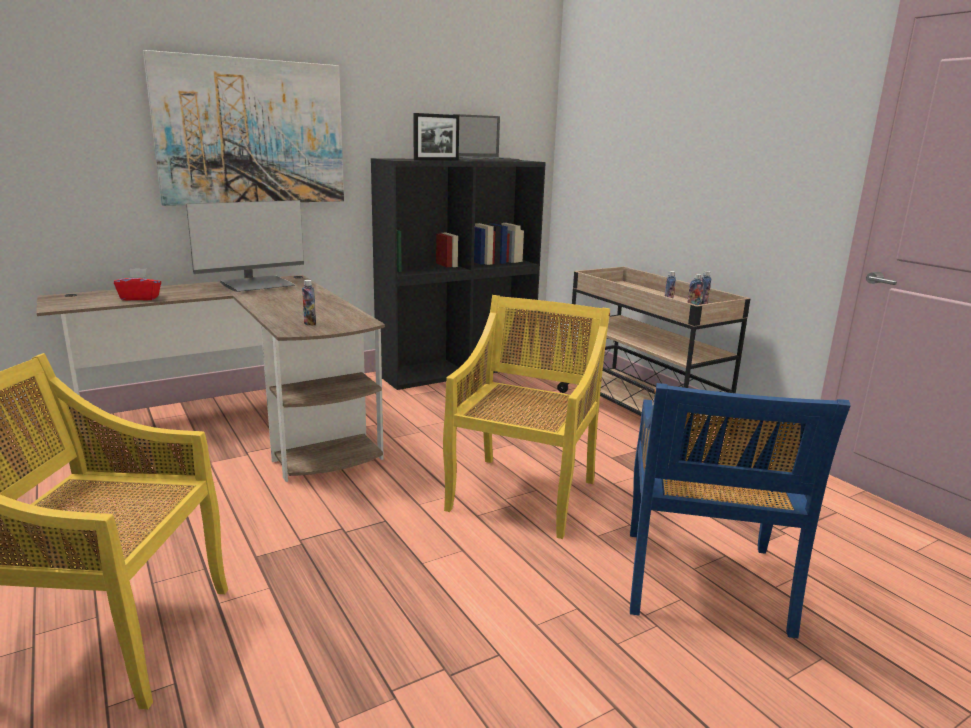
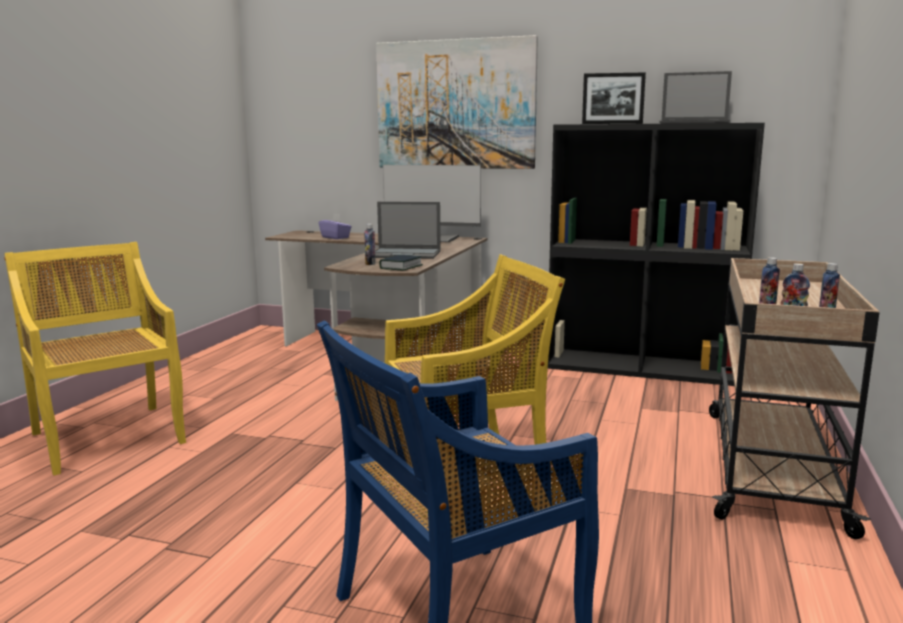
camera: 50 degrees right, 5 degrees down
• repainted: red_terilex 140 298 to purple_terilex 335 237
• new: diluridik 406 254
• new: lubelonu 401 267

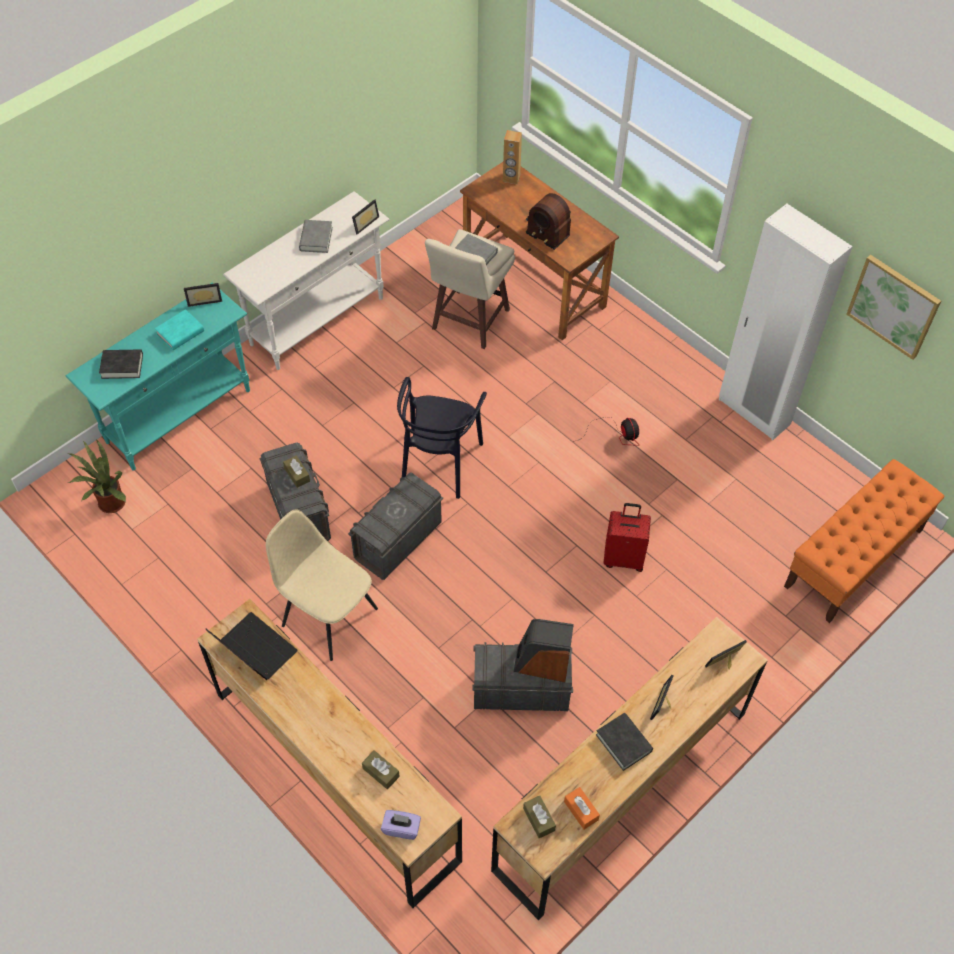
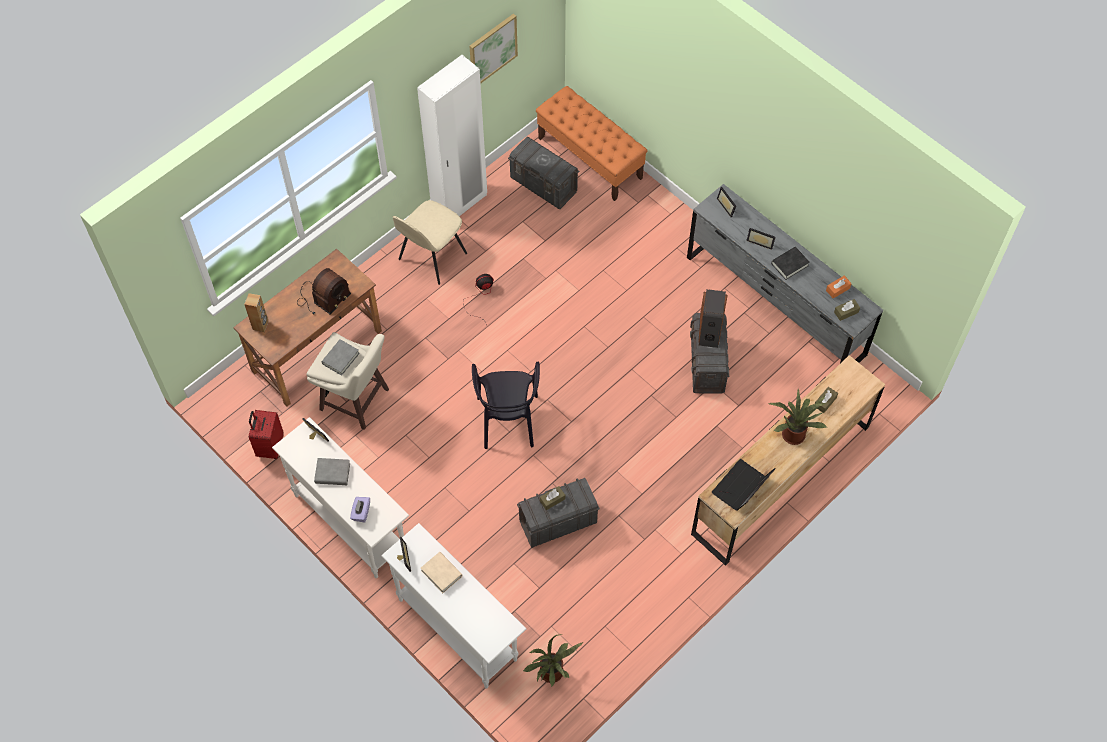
camera: 90 degrees left, 5 degrees up
• repainted: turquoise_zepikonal 179 416 to white_zepikonal 457 628
• gone: black_lubelonu 122 366
• repainted: turquoise_lubelonu 180 333 to beige_lubelonu 441 573
• shifted: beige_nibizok 328 615 to 431 257
• shifted: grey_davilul 397 541 to 543 185
• shifted: purple_terilex 401 828 to 361 512
• rotated: black_nibizok 439 462 = 508 420 75 degrees clockwise
• repainted: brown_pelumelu 621 790 to grey_pelumelu 775 306
• shifted: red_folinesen 624 558 to 270 446
• new: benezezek 793 433

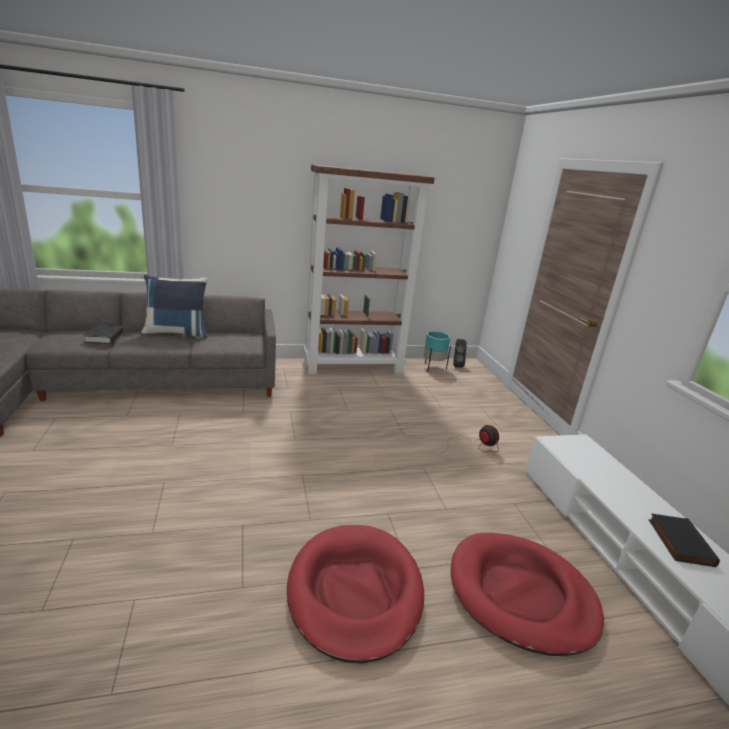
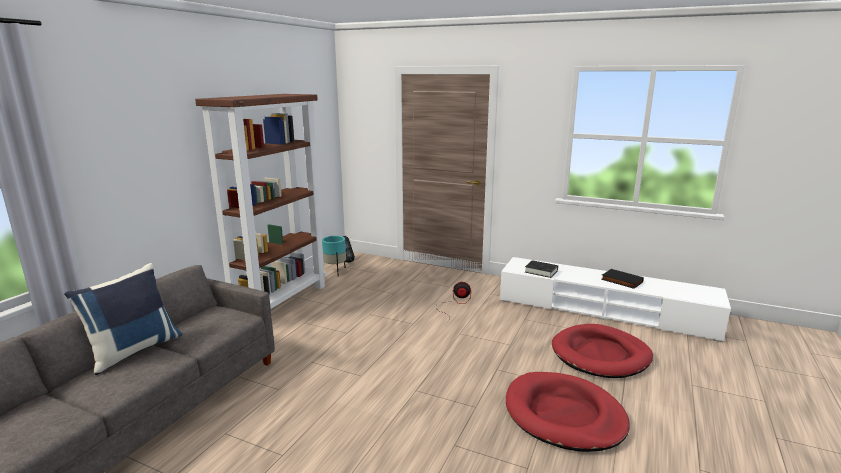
camera: 50 degrees left, 5 degrees down
• shifted: black_lubelonu 104 337 to 541 271

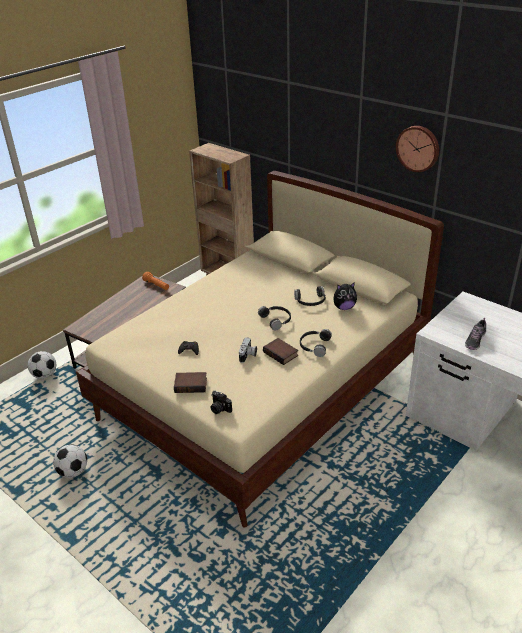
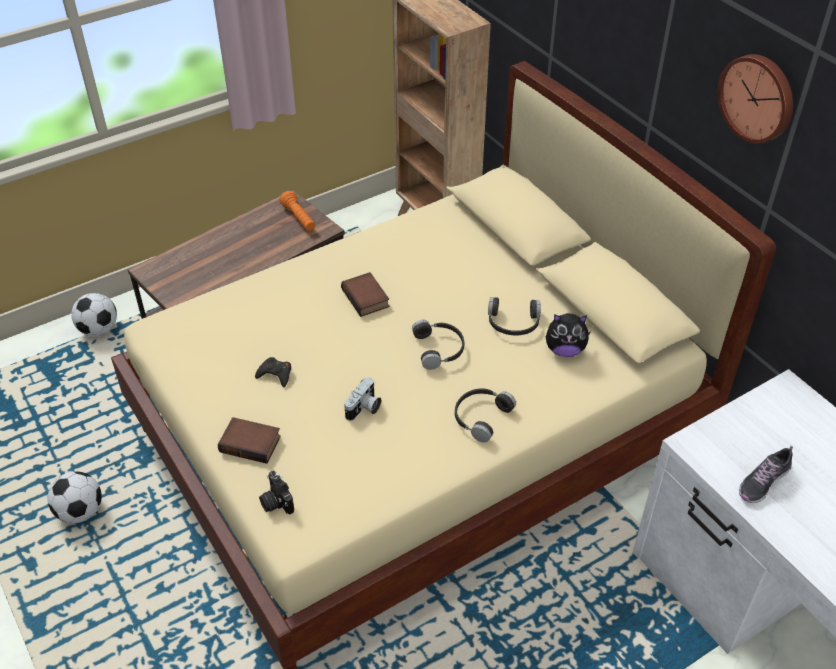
camera: 15 degrees right, 10 degrees up
• shifted: lubelonu 281 354 to 367 298

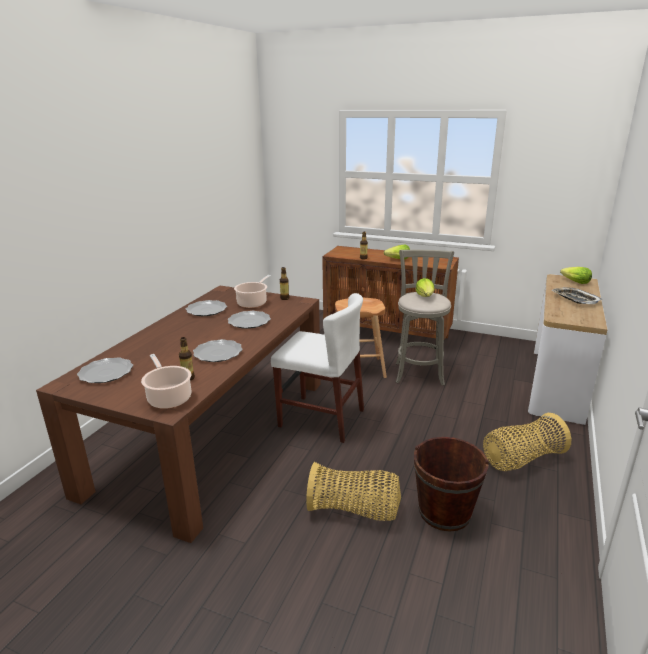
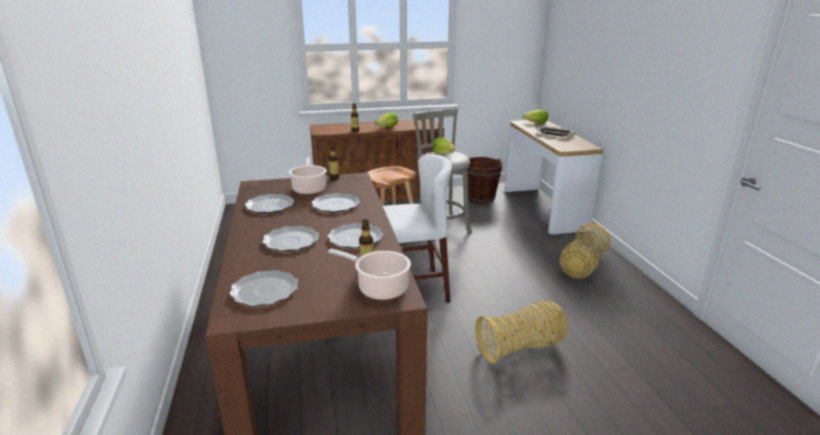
camera: 35 degrees left, 0 degrees up
• shifted: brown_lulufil 444 512 to 480 198
• new: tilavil 291 241

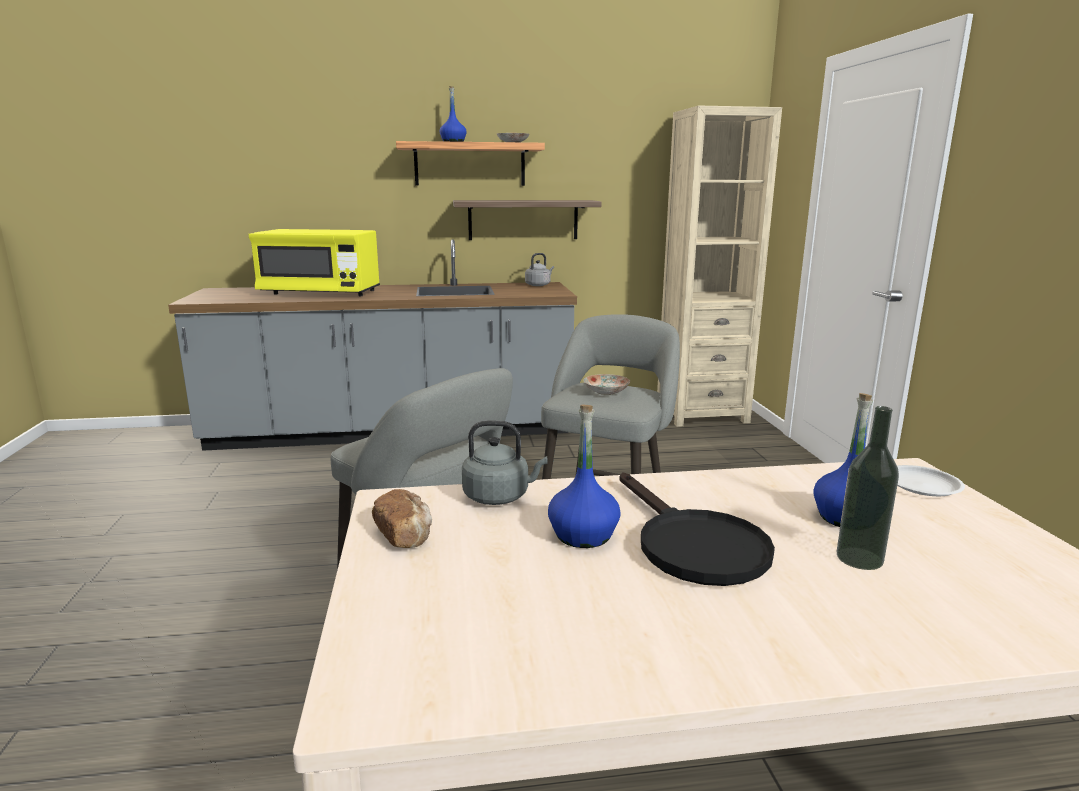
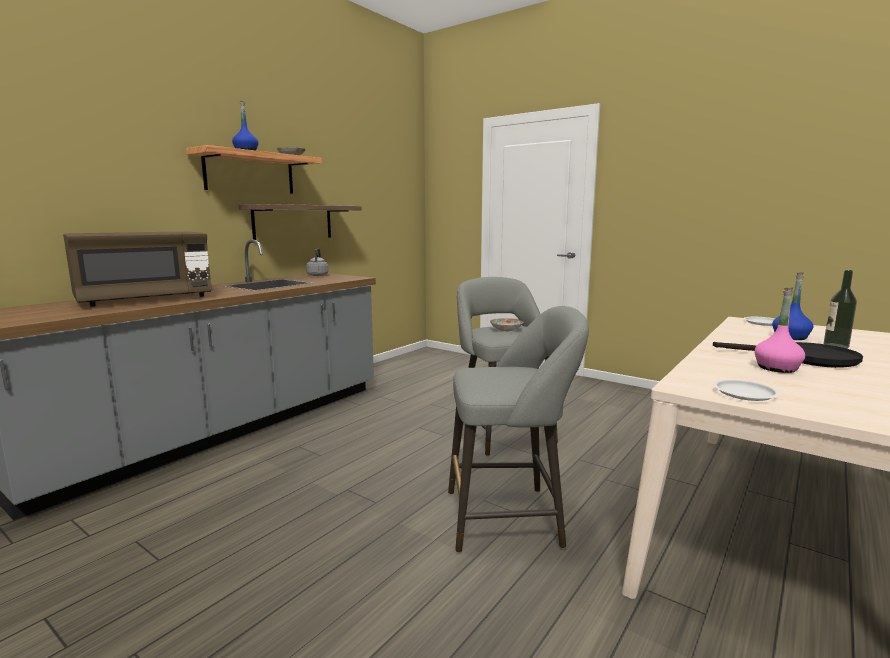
camera: 45 degrees left, 5 degrees down
• repainted: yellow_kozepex 320 293 to brown_kozepex 145 299
• swapped: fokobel 405 534 to white_tilavil 745 393
• gone: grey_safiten 499 497
• repainted: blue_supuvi 583 535 to pink_supuvi 776 368
• gone: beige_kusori 701 414

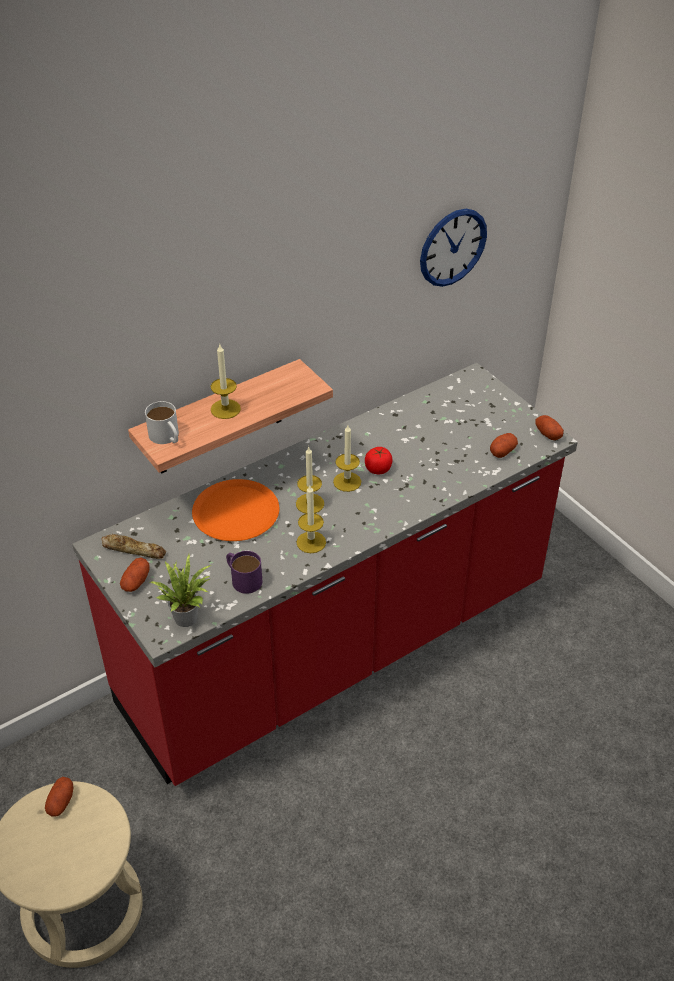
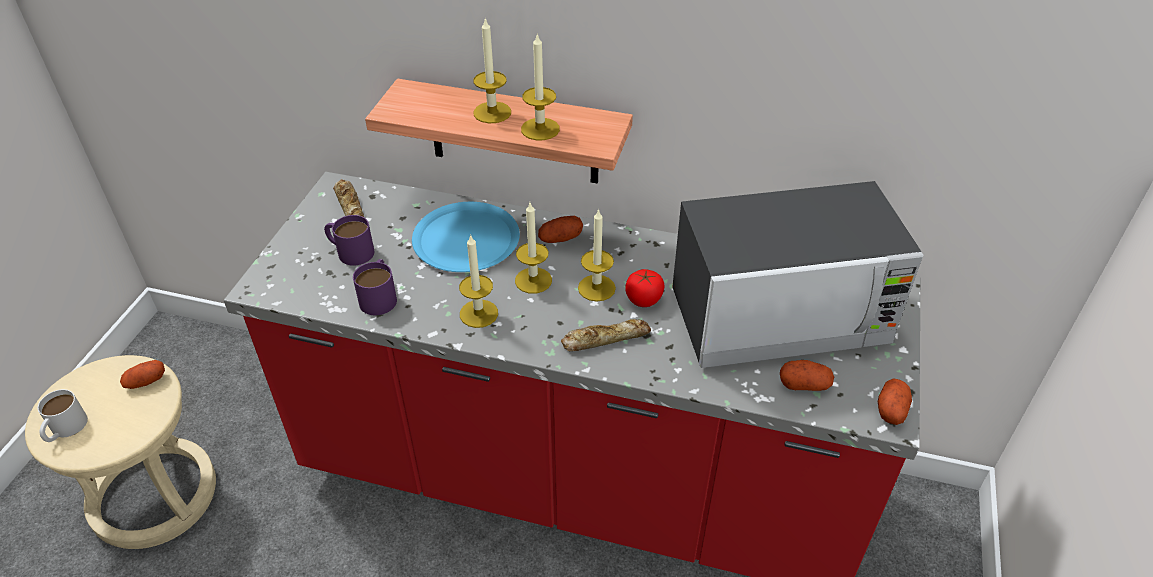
camera: 50 degrees right, 0 degrees up
• shifted: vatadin 136 582 to 560 238
• shifted: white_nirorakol 166 437 to 65 429
• gone: benezezek 187 616
• repainted: orange_tilavil 235 512 to blue_tilavil 466 239
• gone: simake 452 247
• new: purple_nirorakol 350 251
• new: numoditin 540 129
• new: fokobel 605 338
• new: kozepex 780 317

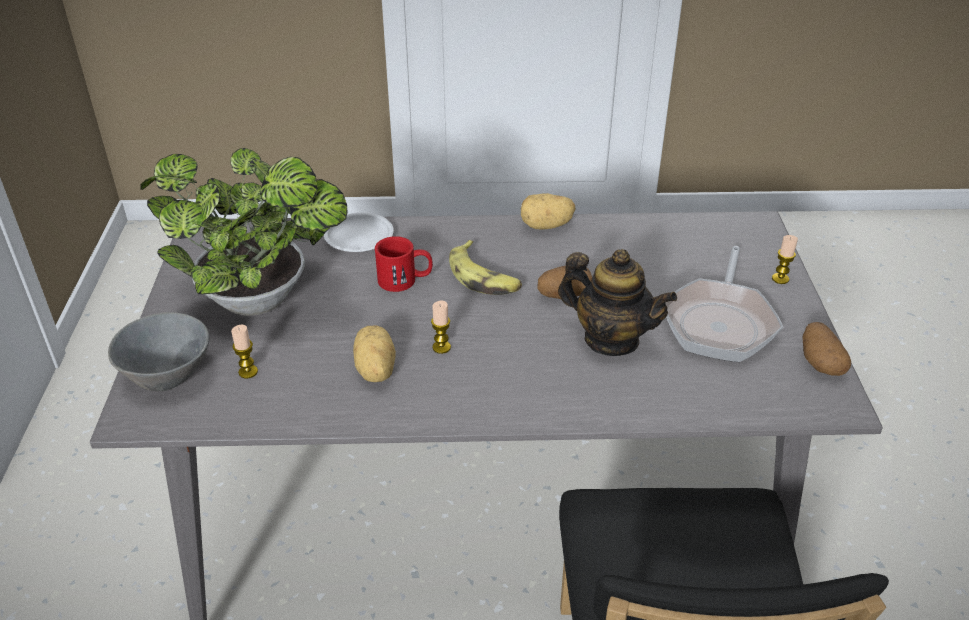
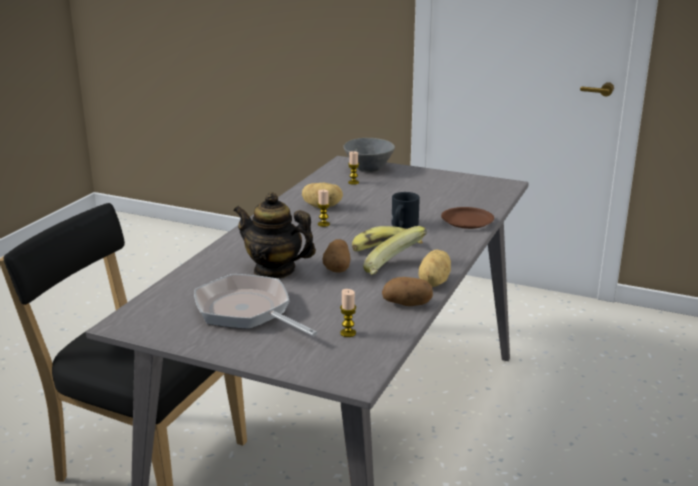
camera: 115 degrees right, 15 degrees down
• gone: benezezek 263 300
• repainted: white_tilavil 358 237 to brown_tilavil 467 221
• repainted: red_nirorakol 405 280 to black_nirorakol 402 226
• rotated: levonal 611 339 = 274 270 60 degrees clockwise
• shifted: numoditin 780 279 to 348 333
• shifted: vatadin 819 362 to 407 304
• new: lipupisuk 394 270

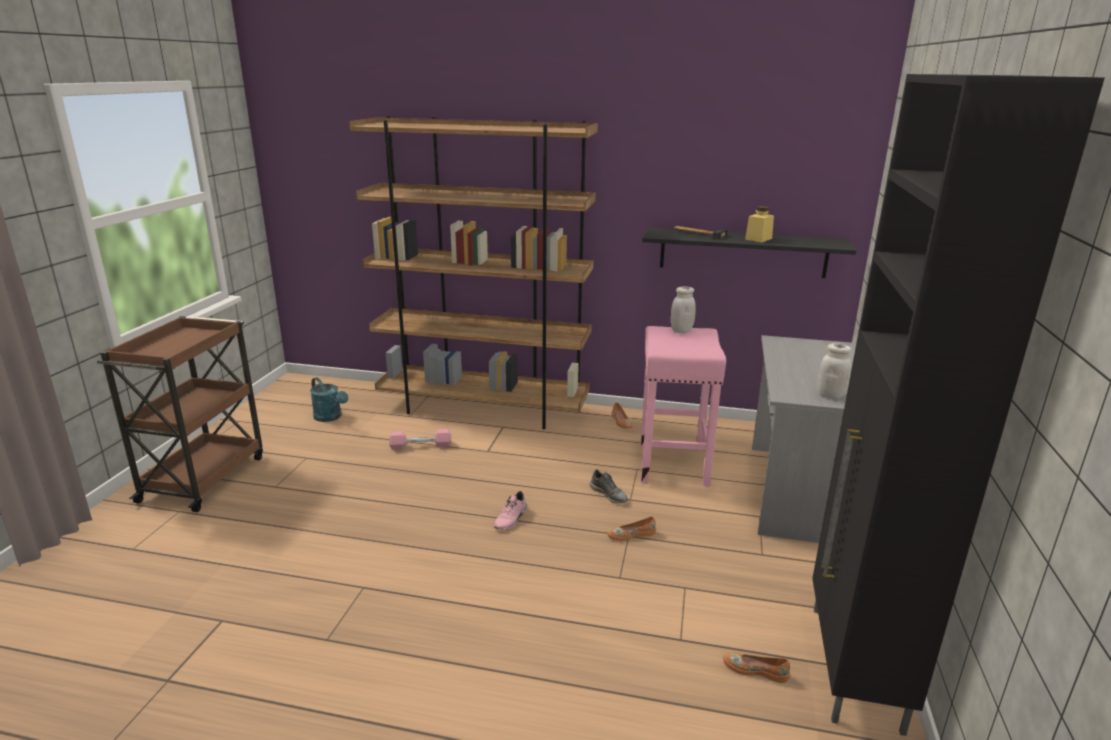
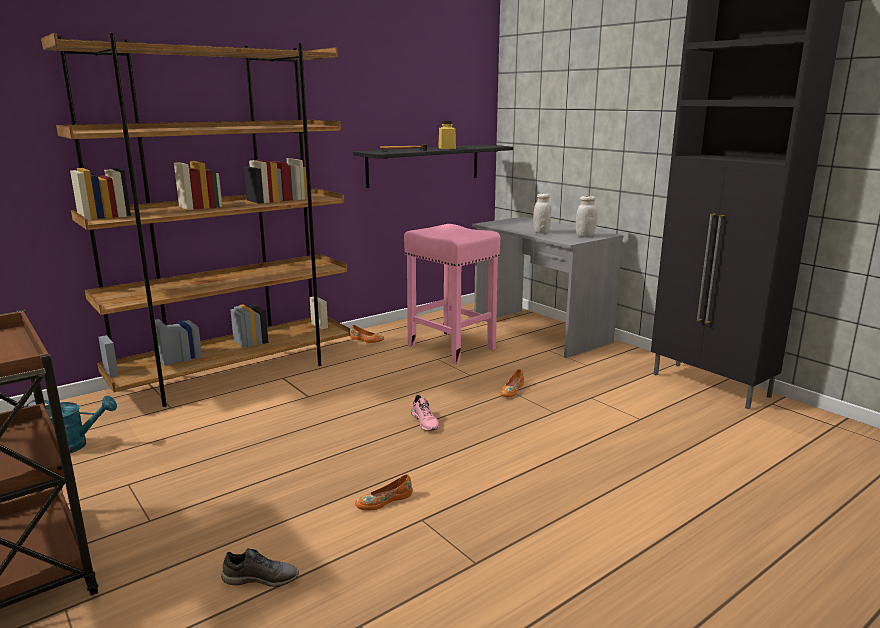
camera: 50 degrees left, 5 degrees down
• gone: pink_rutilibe 421 446
• shifted: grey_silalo 609 494 to 261 578
• shifted: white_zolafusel 681 331 to 541 232
• shifted: orange_silalo 755 670 to 384 500

